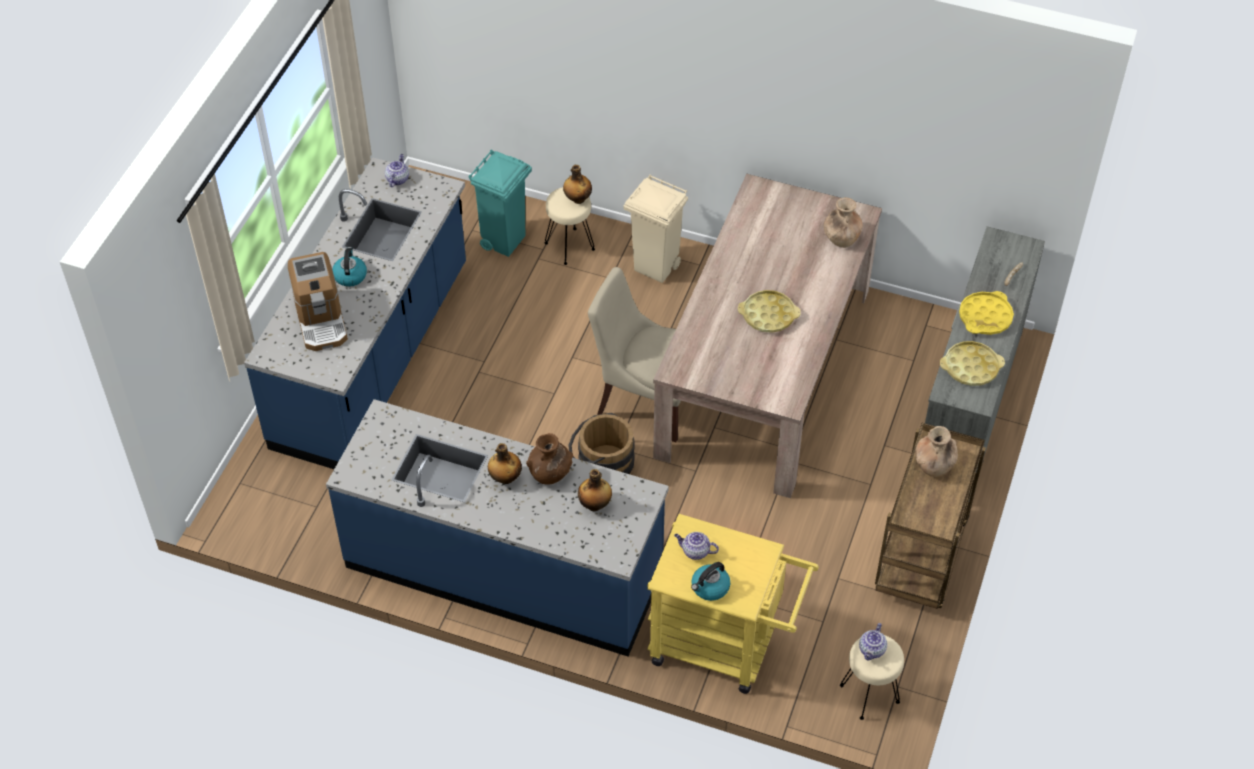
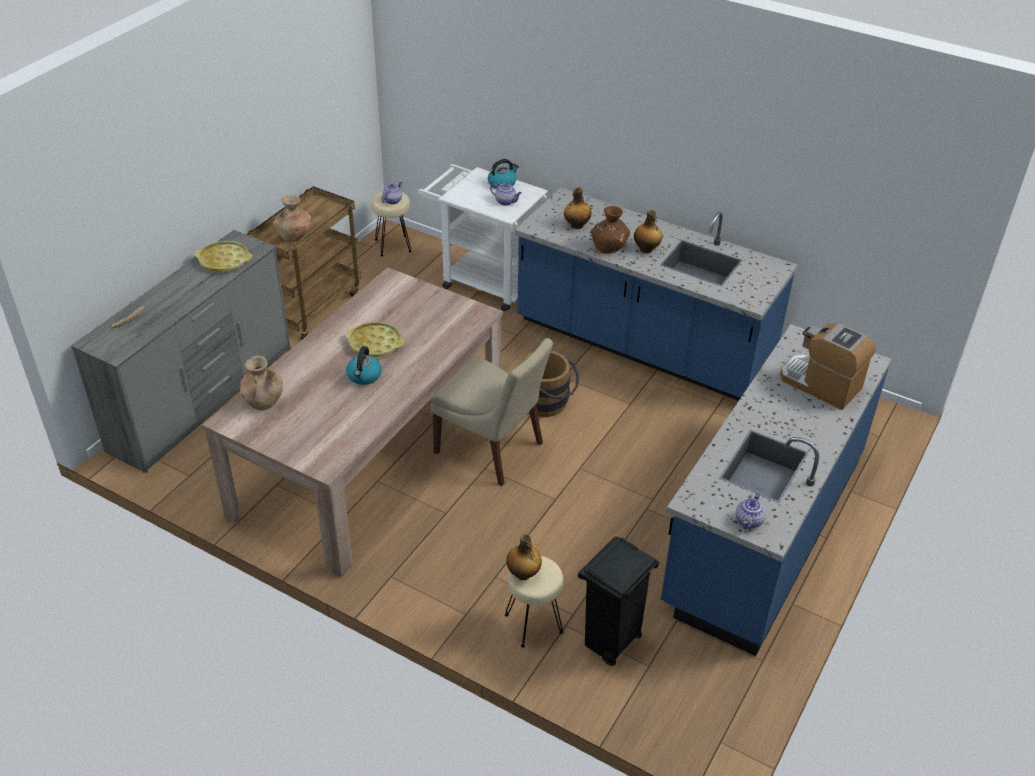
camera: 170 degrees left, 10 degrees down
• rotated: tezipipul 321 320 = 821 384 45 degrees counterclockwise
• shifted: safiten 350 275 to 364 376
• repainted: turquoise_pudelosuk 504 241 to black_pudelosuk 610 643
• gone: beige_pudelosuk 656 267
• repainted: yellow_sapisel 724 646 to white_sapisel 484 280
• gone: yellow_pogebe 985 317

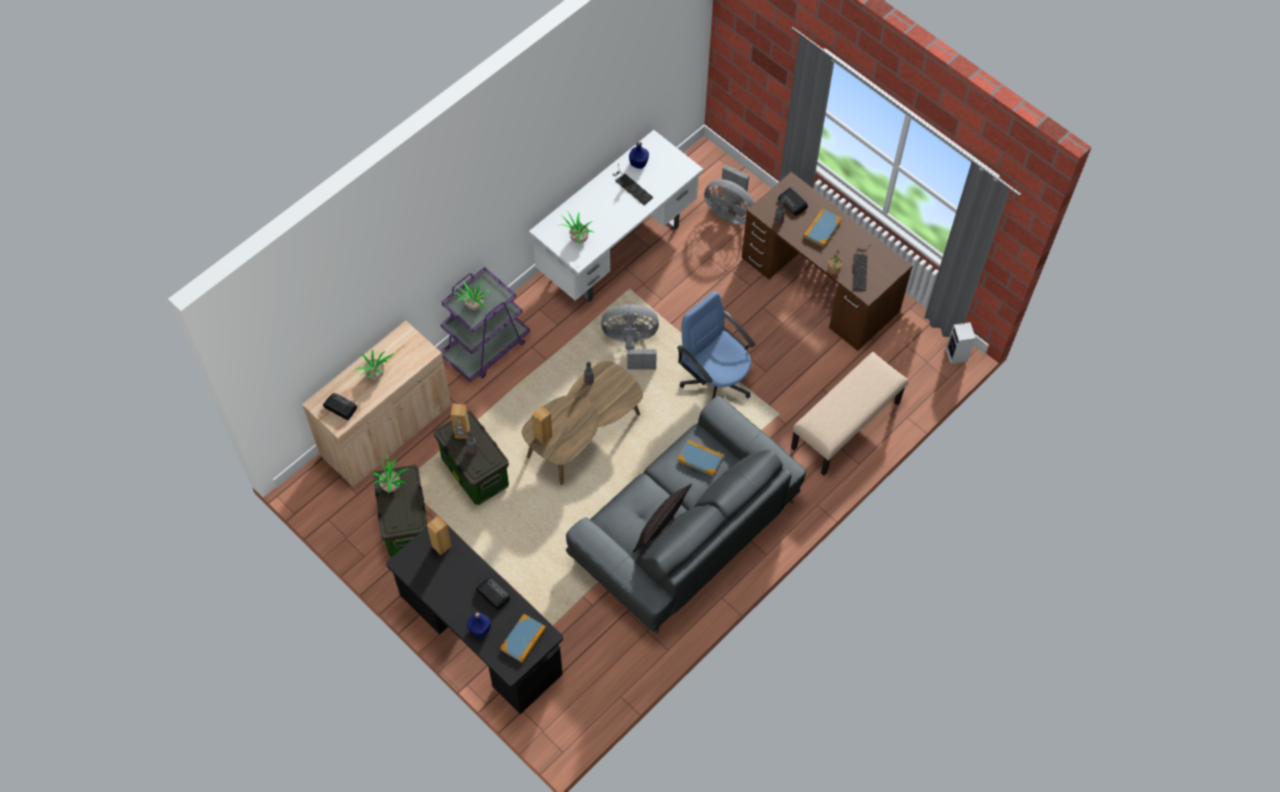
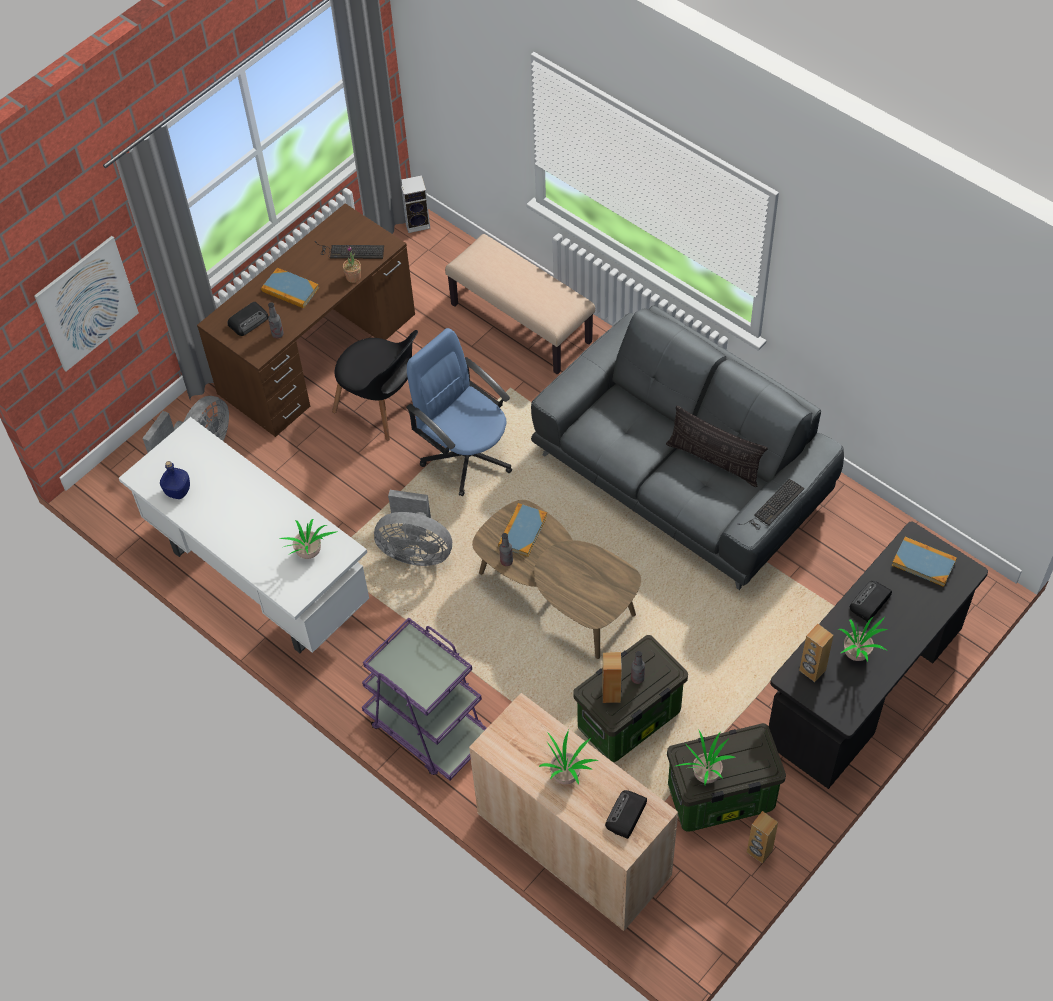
camera: 90 degrees left, 5 degrees down
• shifted: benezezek 473 306 to 858 654
• gone: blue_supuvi 480 629
• shifted: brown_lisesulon 543 436 to 759 851
• rotated: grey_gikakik 632 344 = 415 551 75 degrees counterclockwise
• shifted: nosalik 631 186 to 773 506
• rotated: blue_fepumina 715 381 = 466 455 90 degrees clockwise
• shifted: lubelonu 700 458 to 522 531
• new: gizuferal 87 303
• new: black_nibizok 382 406

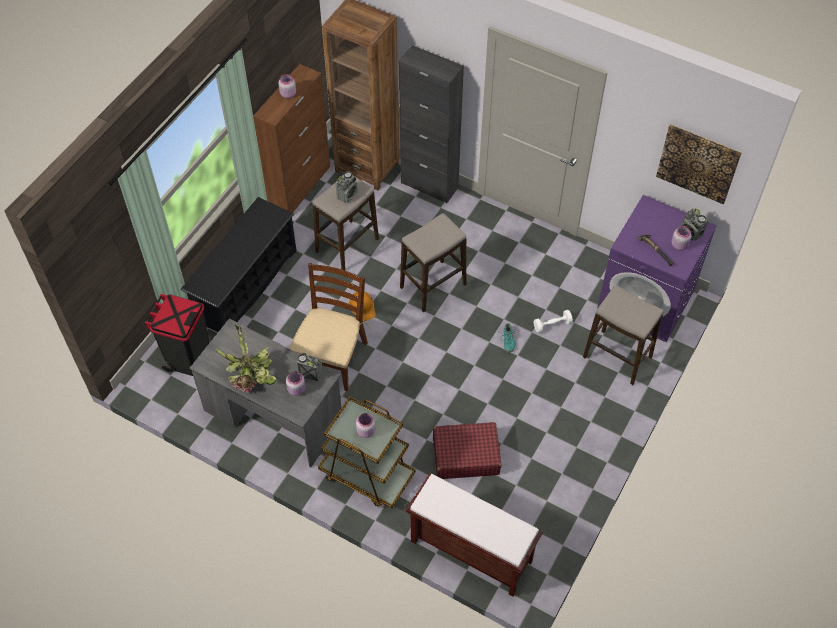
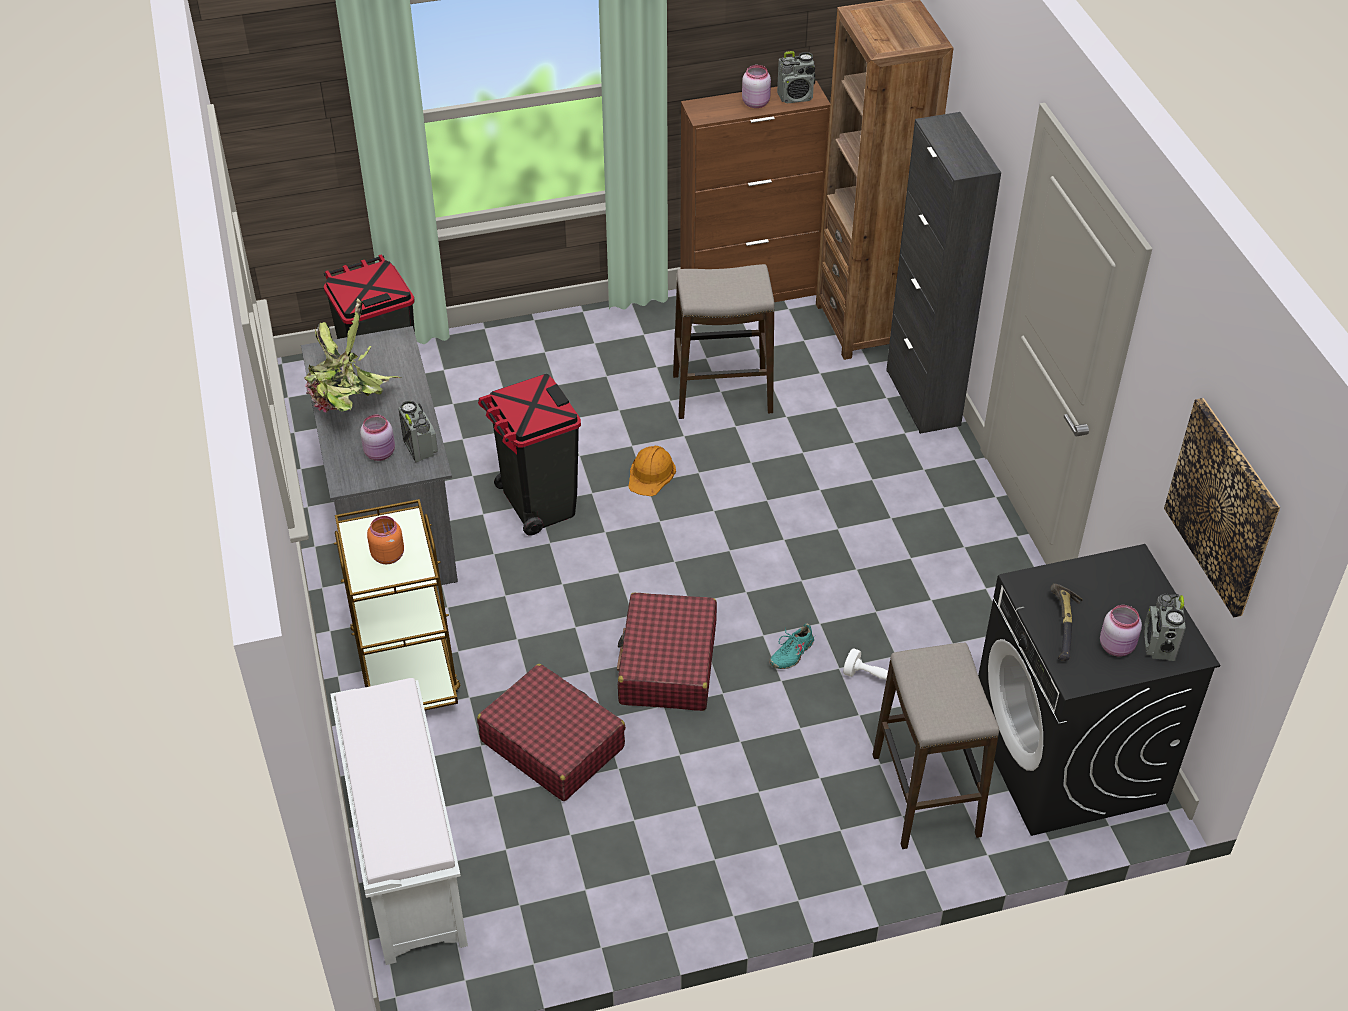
camera: 45 degrees right, 10 degrees down
• gone: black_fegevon 246 285
• swapped: brown_nibizok 332 358 to black_pudelosuk 538 504
• shifted: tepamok 347 195 to 795 97
• repainted: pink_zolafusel 365 431 to orange_zolafusel 388 555
• gone: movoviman 432 286
• repainted: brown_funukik 470 551 to white_funukik 406 860
• repainted: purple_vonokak 646 301 to black_vonokak 1068 758
• new: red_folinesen 667 664

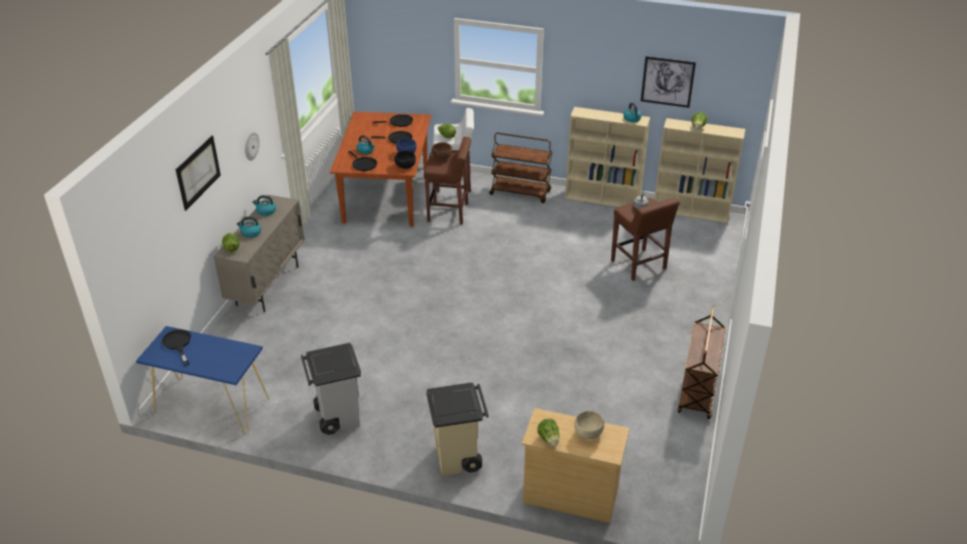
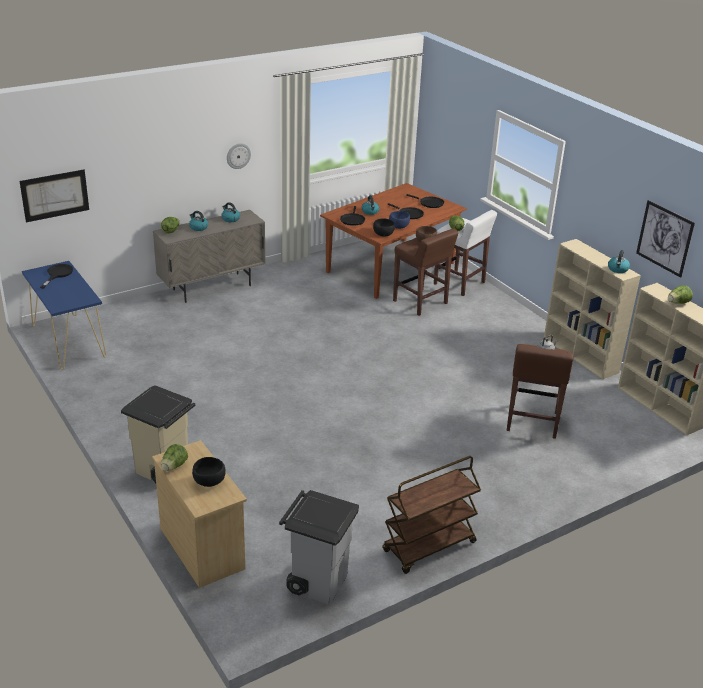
camera: 40 degrees right, 5 degrees down
• shifted: gizuferal 198 172 to 55 195
• shifted: grey_pudelosuk 337 417 to 318 581
• gone: brown_sapisel 520 193
• repainted: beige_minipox 588 433 to black_minipox 209 481

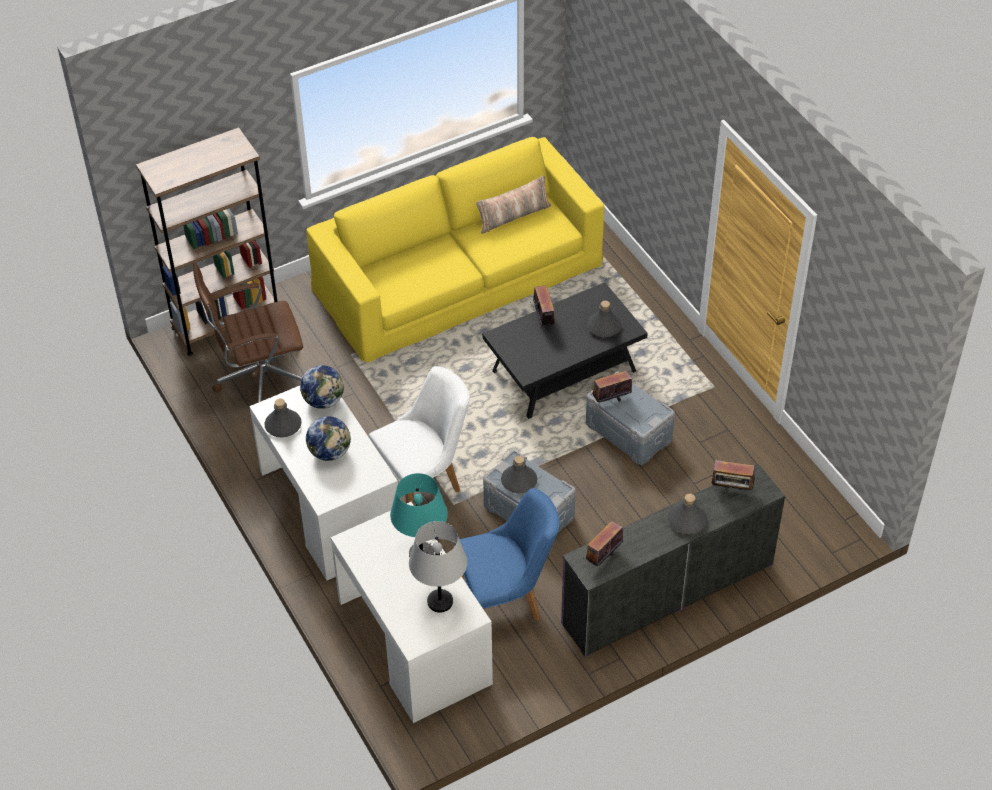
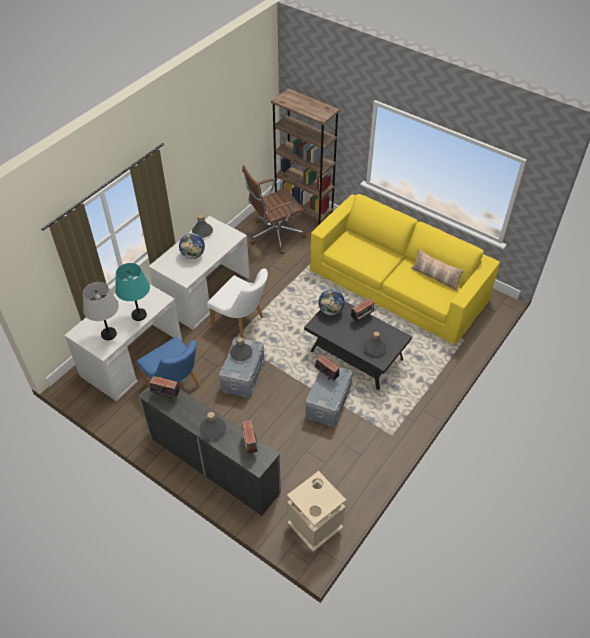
camera: 65 degrees right, 0 degrees up
• rotated: brown_fepumina 260 379 = 274 235 75 degrees counterclockwise
• shifted: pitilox 324 400 to 331 310
• new: beige_pudelosuk 315 526

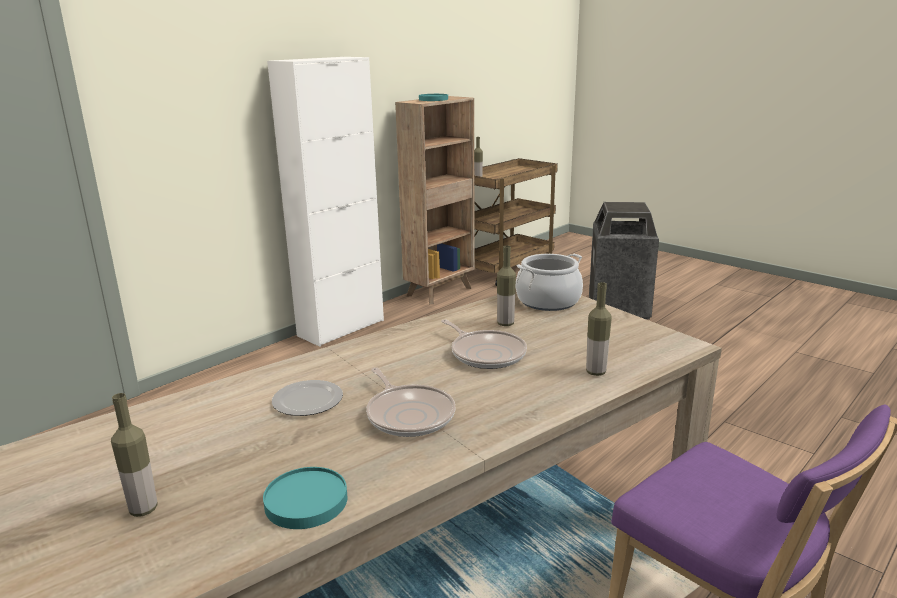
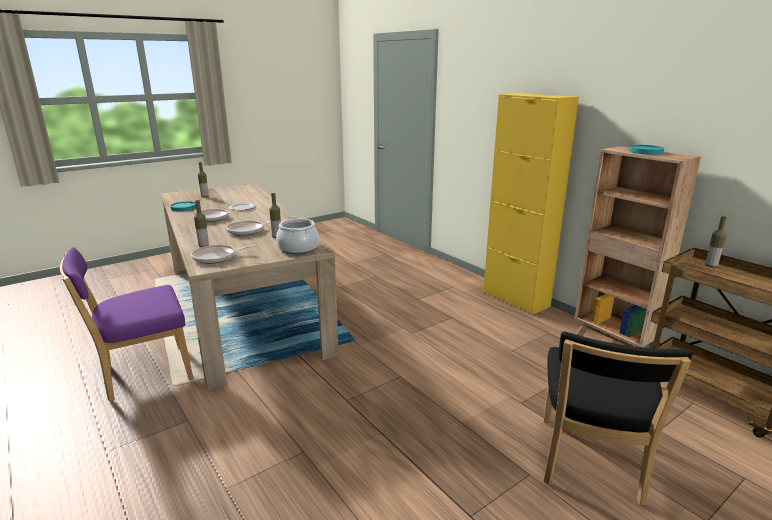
camera: 100 degrees right, 0 degrees up
• repainted: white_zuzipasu 341 328 to yellow_zuzipasu 515 299
• swapped: pudelosuk 619 308 to black_nibizok 589 463
• new: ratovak 217 257

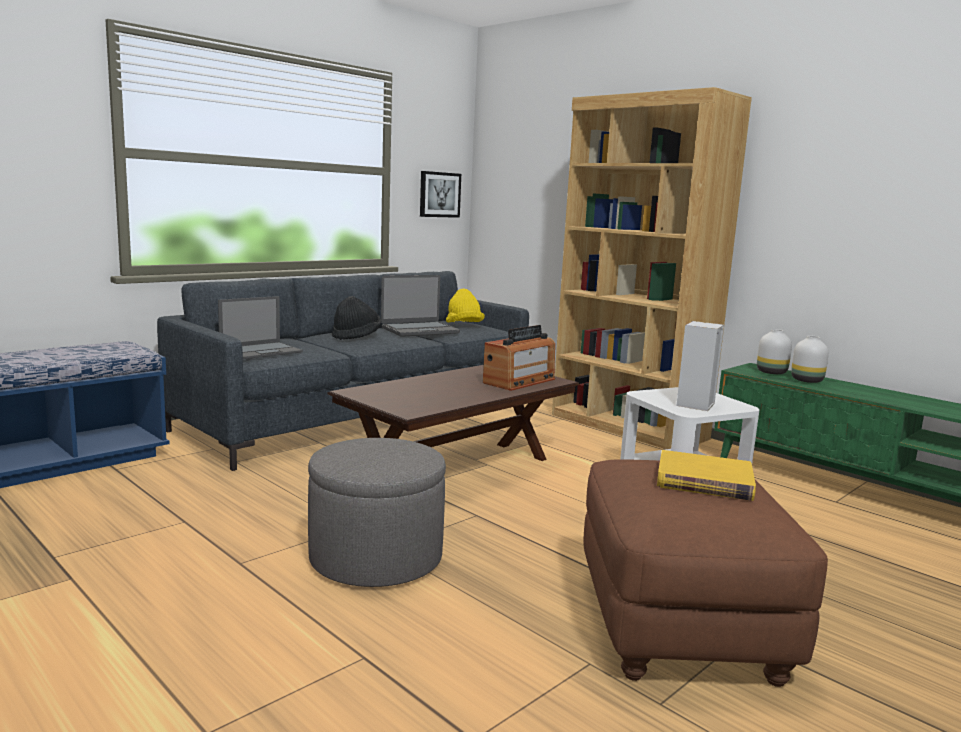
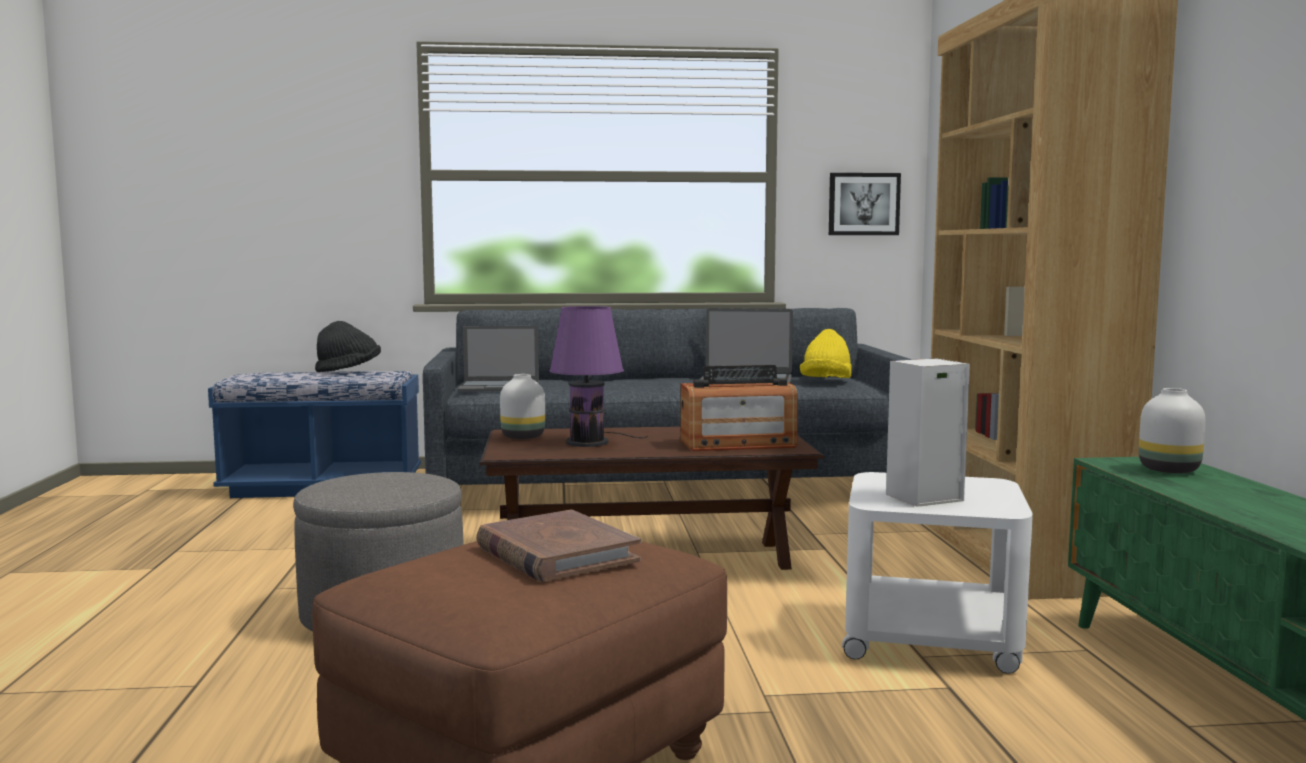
camera: 40 degrees right, 5 degrees down
• shifted: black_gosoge 356 336 to 349 371
• repainted: yellow_lubelonu 704 481 to brown_lubelonu 556 554
• shifted: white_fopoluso 807 380 to 524 437
• new: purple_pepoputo 590 442

